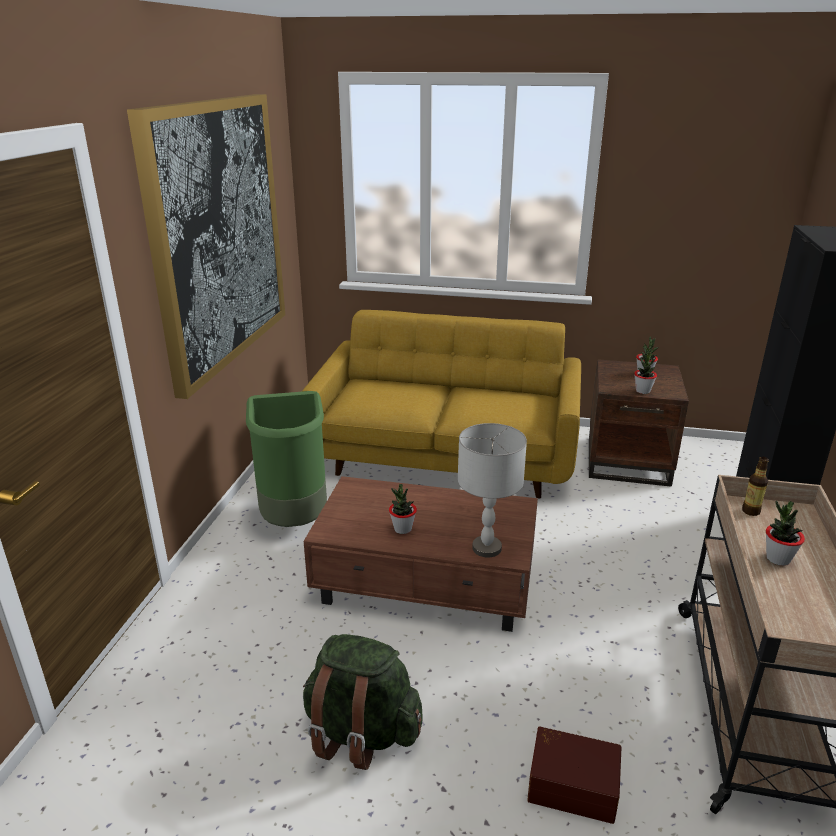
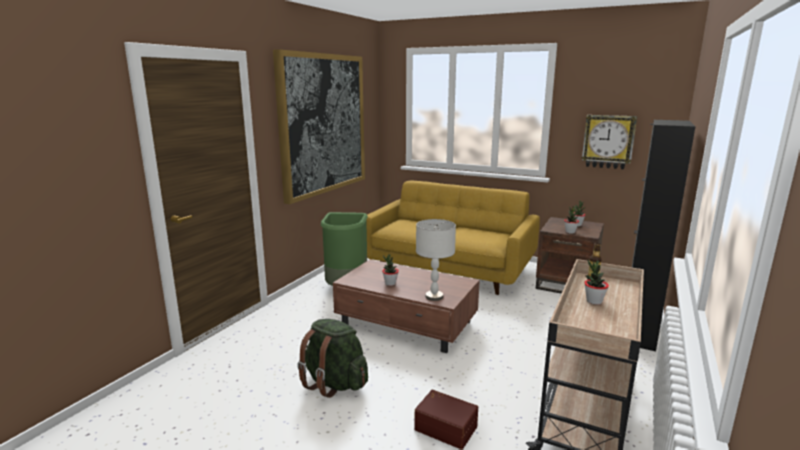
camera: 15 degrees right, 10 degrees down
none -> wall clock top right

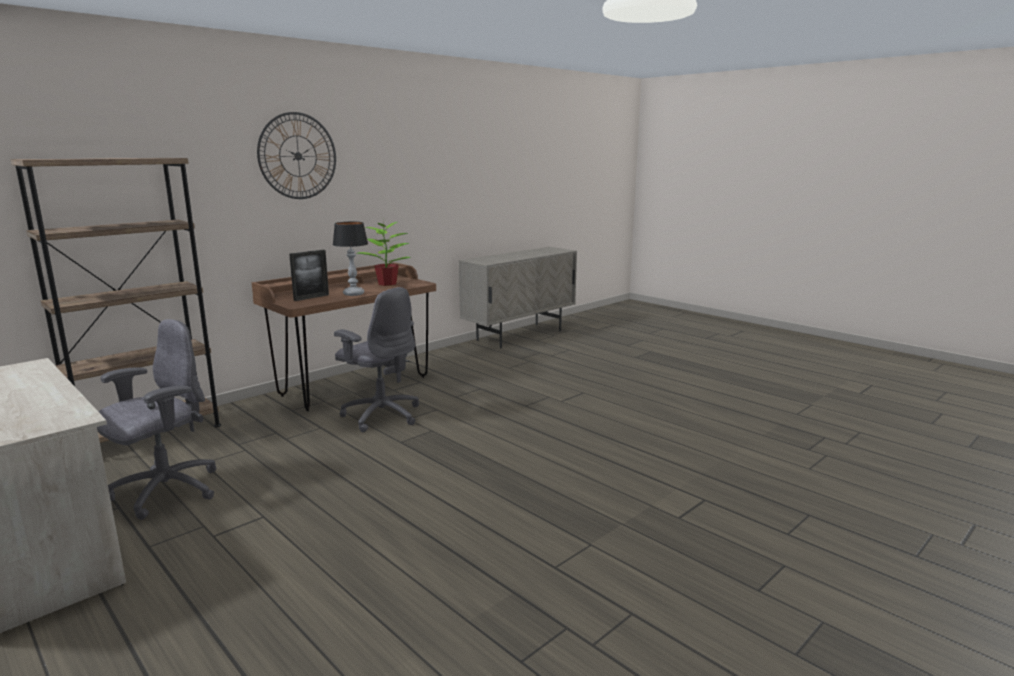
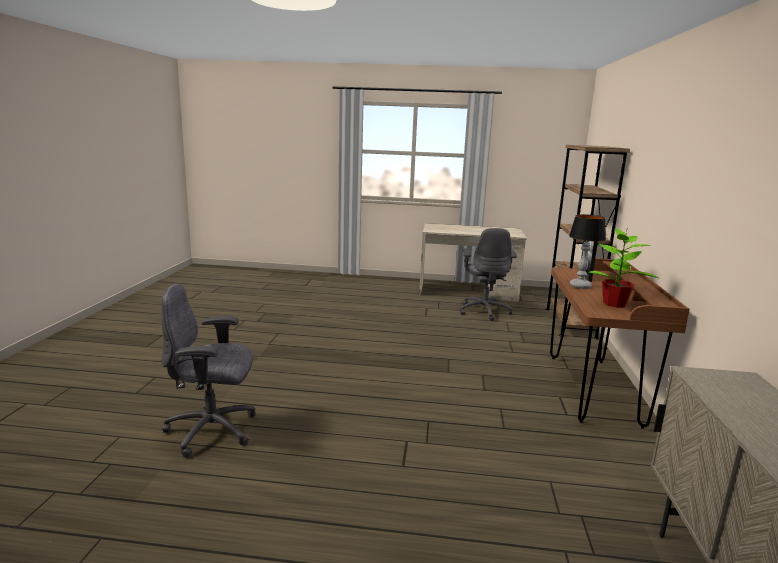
camera: 140 degrees right, 0 degrees up
wall clock top left -> none
grey office chair (2nd from left in the first image) centre -> grey office chair (1st from left) middle left, moved

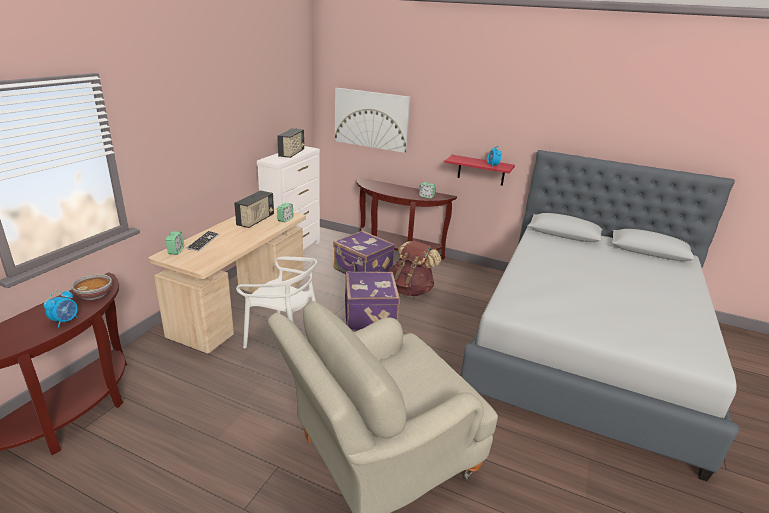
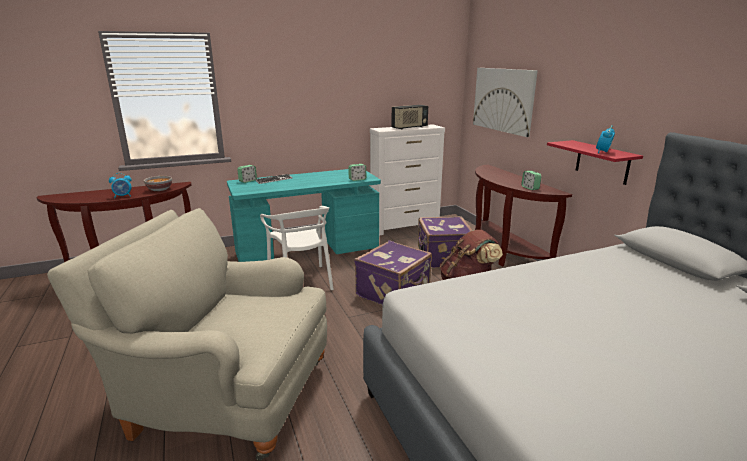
camera: 45 degrees right, 5 degrees down
beige desk middle left -> turquoise desk centre
radio (1st from left) middle left -> none

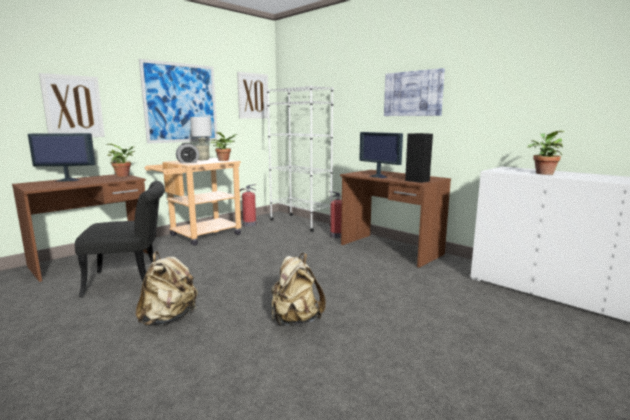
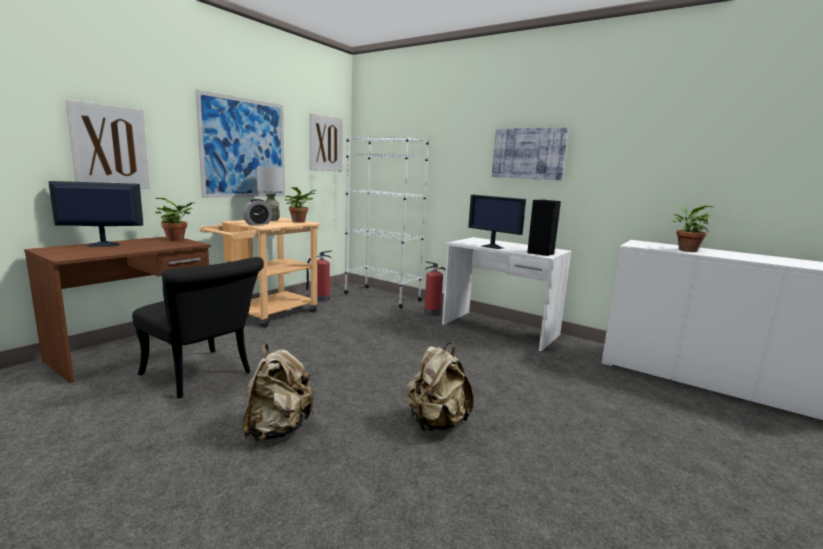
camera: 10 degrees left, 0 degrees up
black chair middle left, 60 degrees clockwise
brown desk (2nd from left) centre -> white desk centre

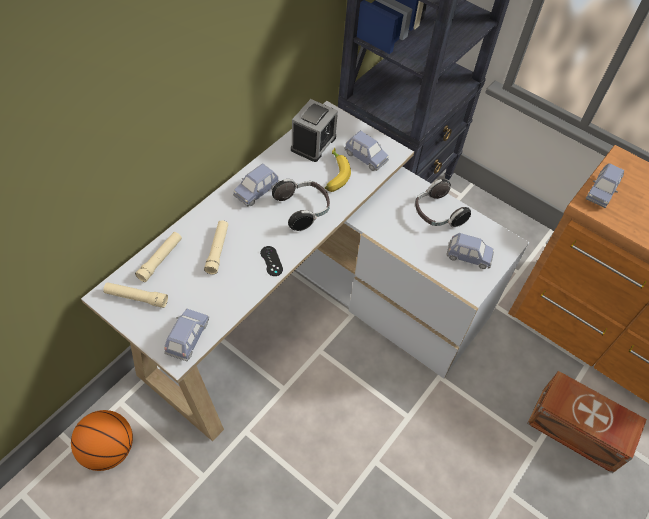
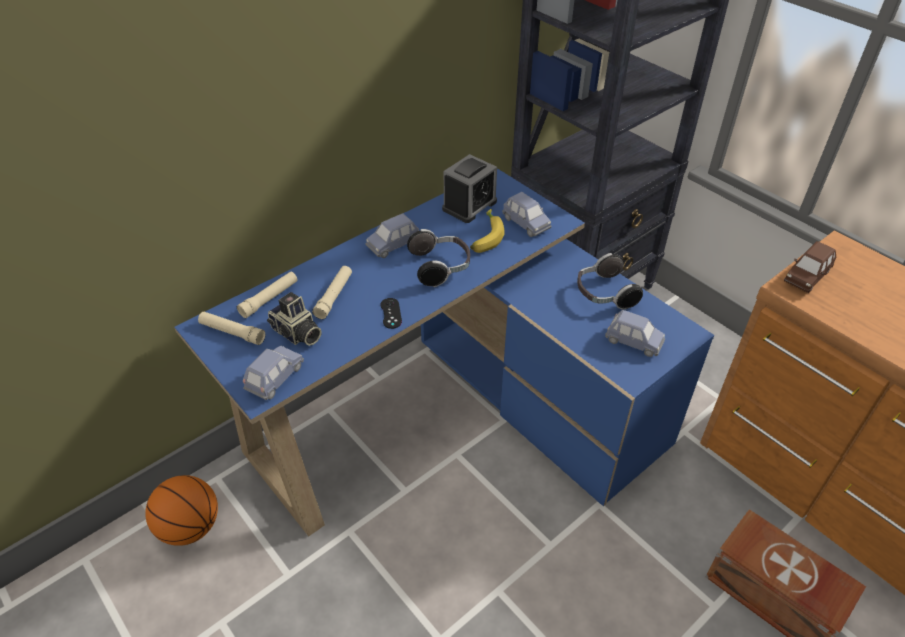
camera: 15 degrees right, 10 degrees down
white desk centre -> blue desk centre
blue toy car (5th from left) middle right -> brown toy car middle right
none -> photo camera middle left

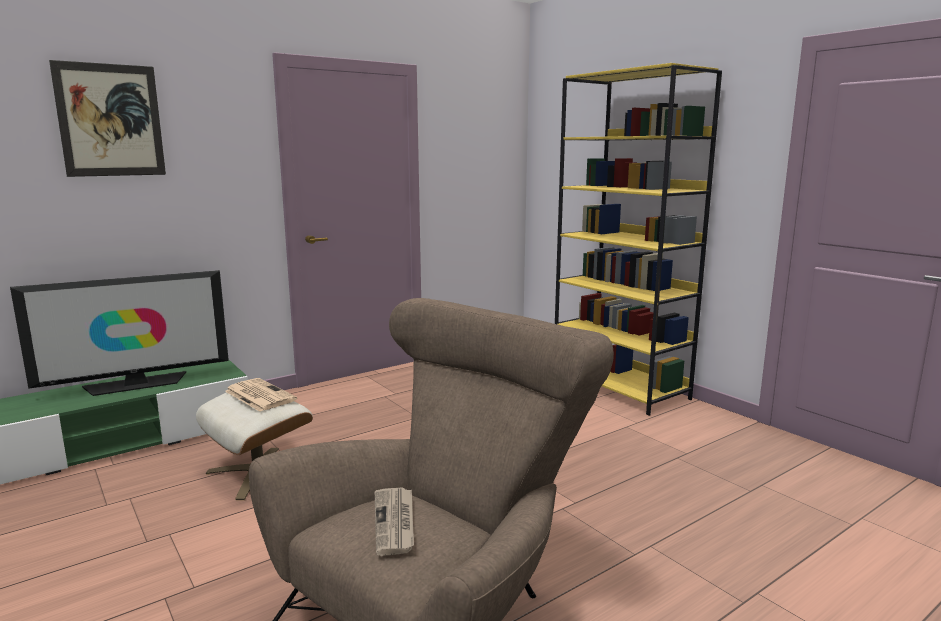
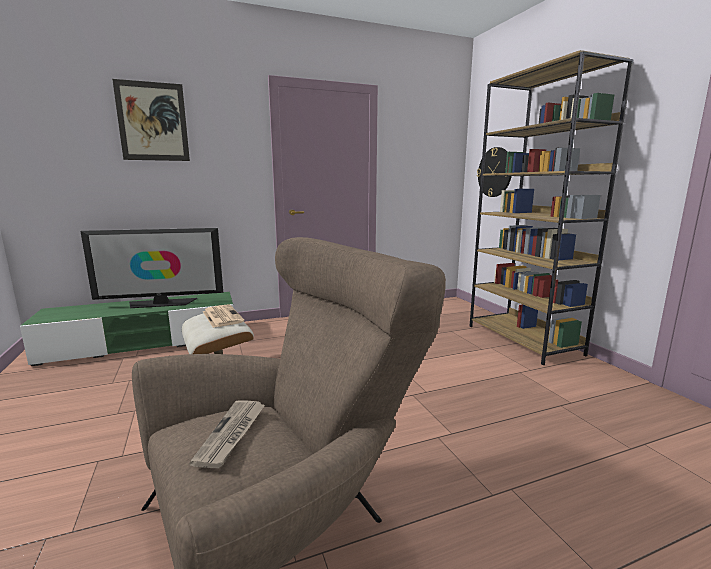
camera: 15 degrees right, 0 degrees up
yellow bookcase middle right -> brown bookcase middle right
none -> wall clock top right

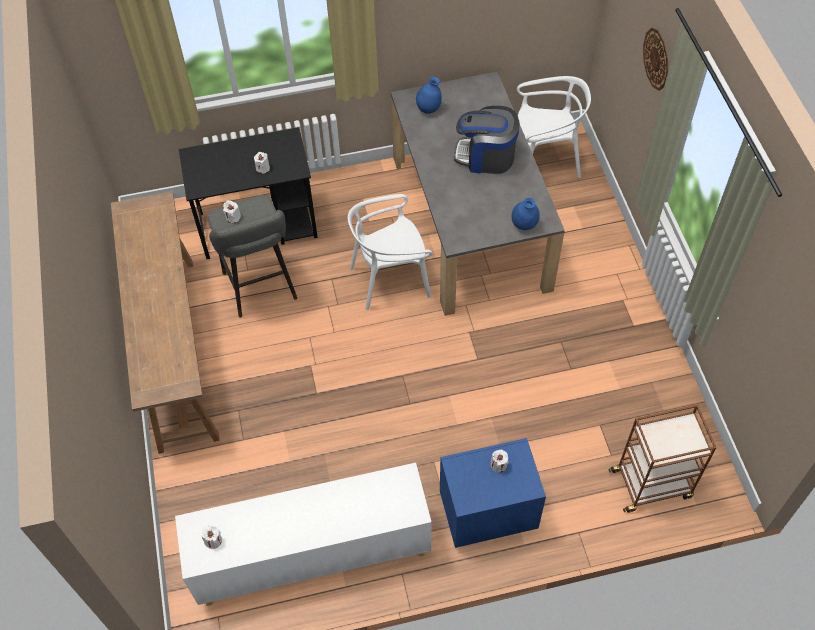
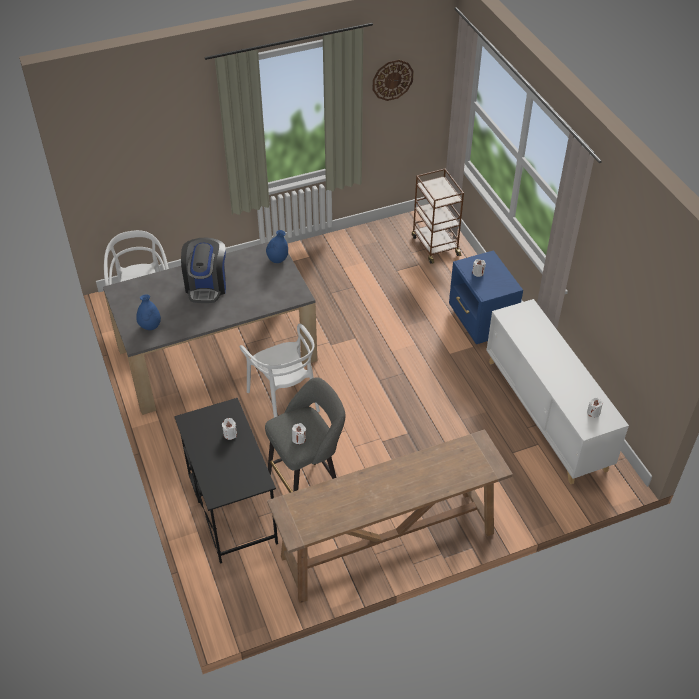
camera: 100 degrees left, 10 degrees down
wall clock top right -> wall clock top centre, moved

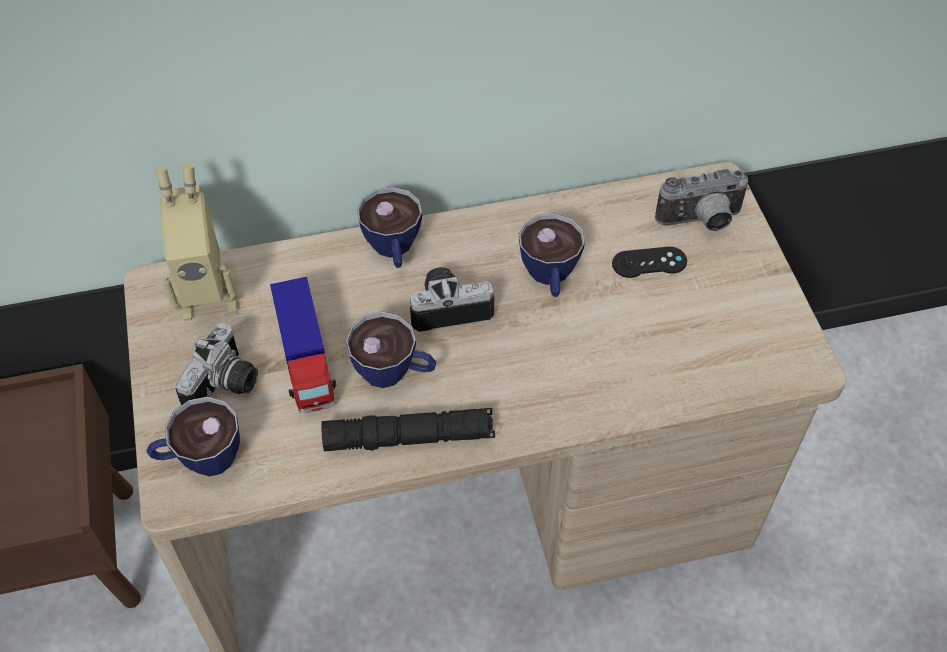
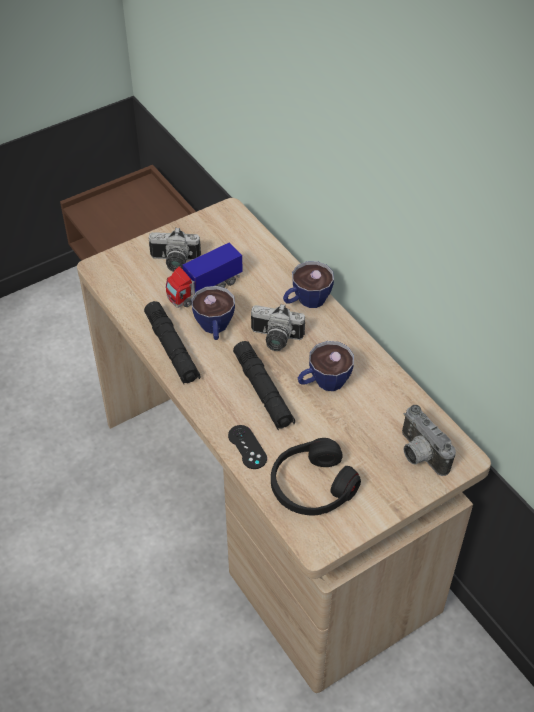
camera: 70 degrees right, 5 degrees down
cup (1st from left) bottom left -> none
toy robot middle left -> none
photo camera (2nd from left) centre, 135 degrees clockwise
black game controller middle right -> black game controller centre, moved
none -> black flashlight (2nd from left) centre
none -> black headphones bottom centre

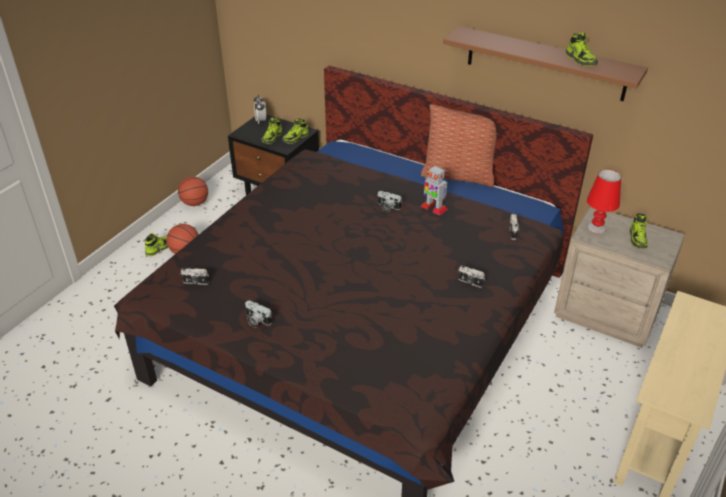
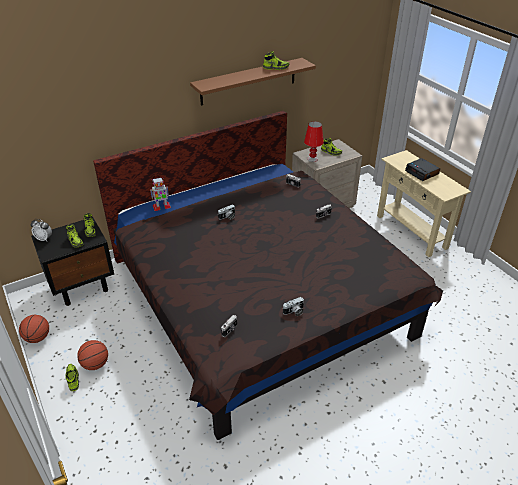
camera: 60 degrees left, 0 degrees up
pillow top centre -> none
toy robot centre -> toy robot middle left, moved
none -> alarm clock (2nd from left) middle right

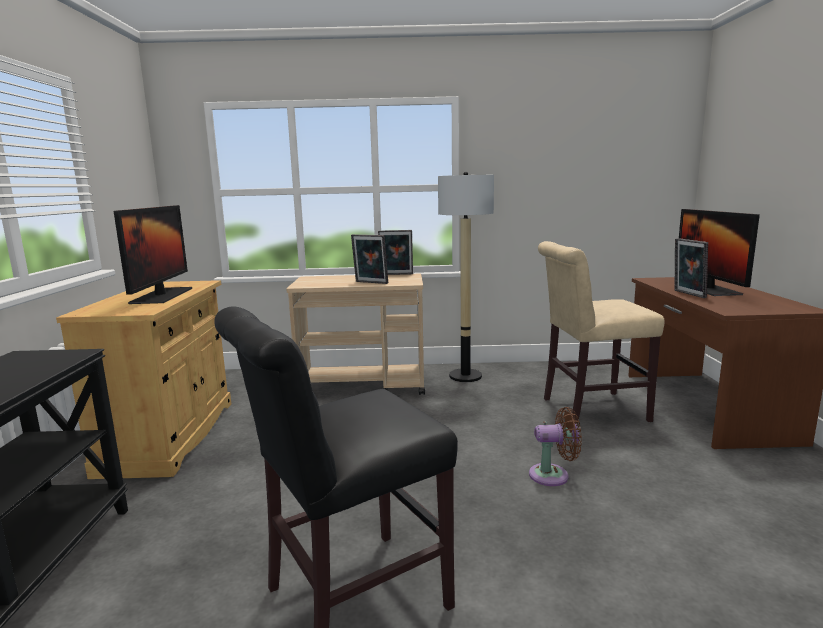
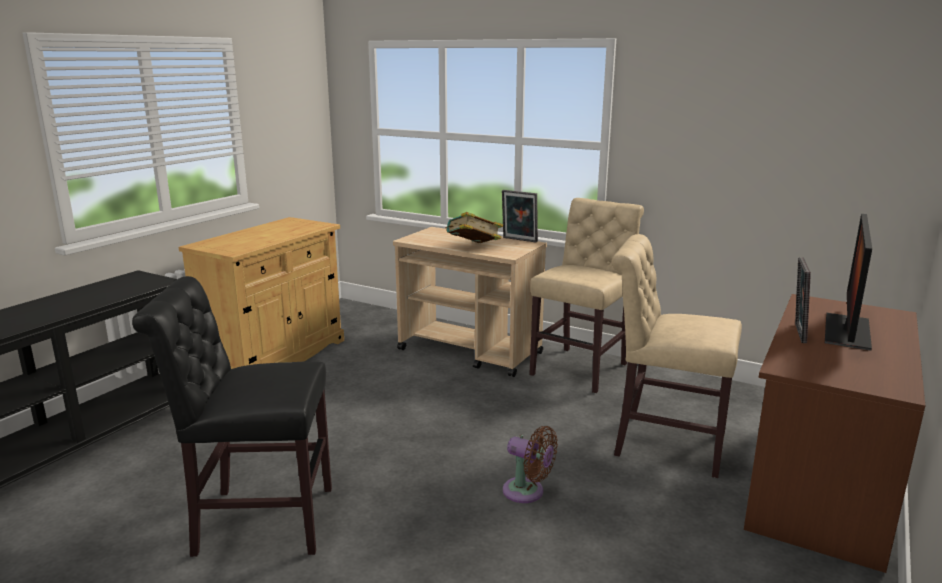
camera: 30 degrees right, 5 degrees up
monitor (1st from left) middle left -> none
picture frame (1st from left) centre -> book centre
floor lamp centre -> beige chair (1st from left) centre

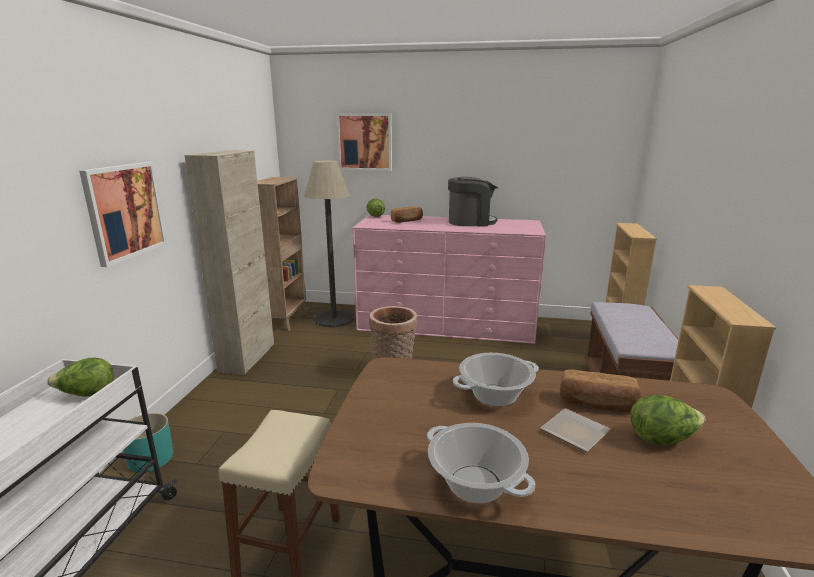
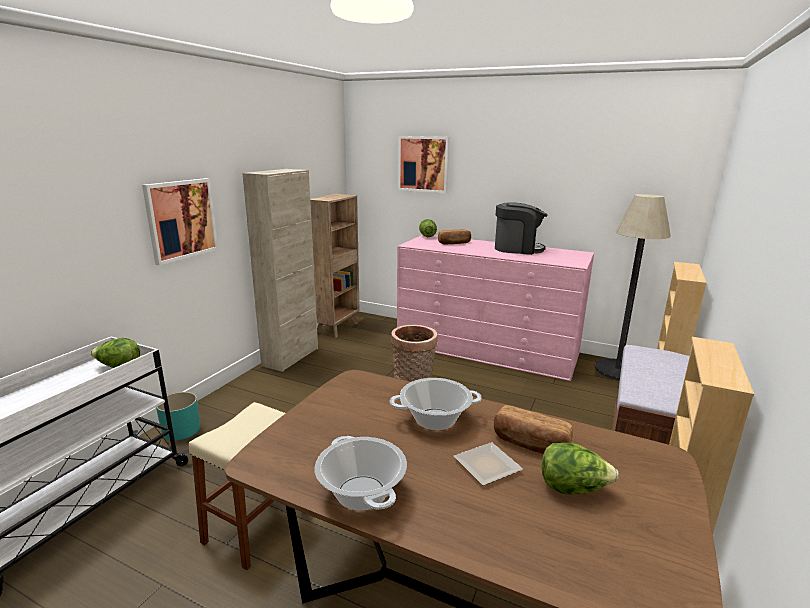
camera: 15 degrees right, 0 degrees up
floor lamp centre -> floor lamp middle right, moved

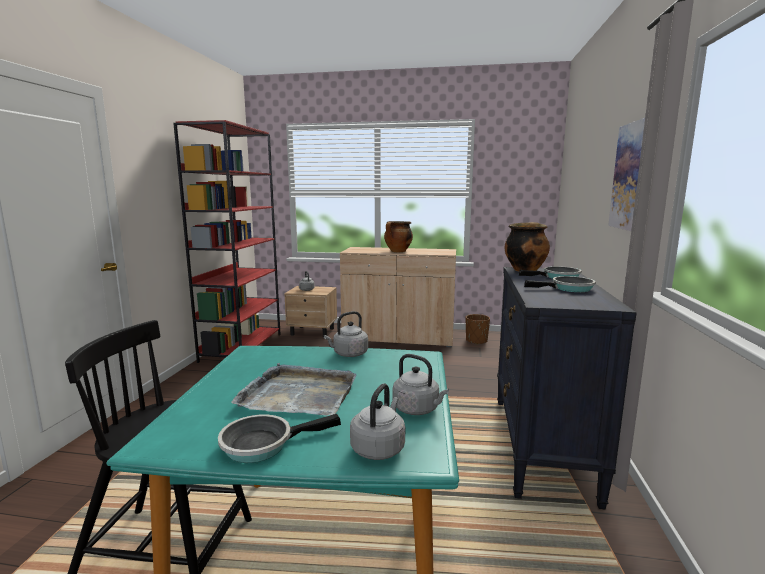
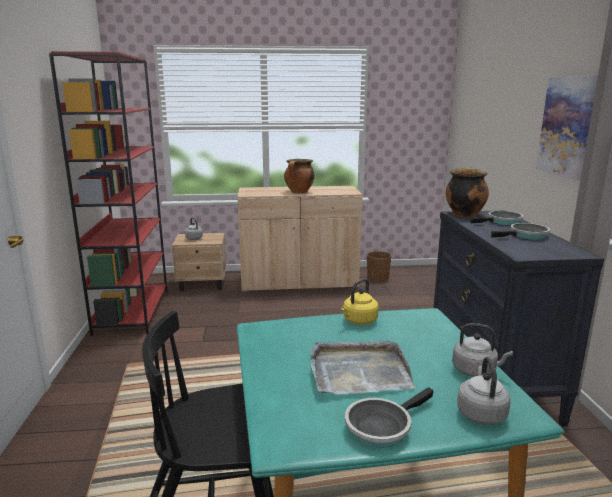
camera: 15 degrees left, 5 degrees up
grey kettle (2nd from left) centre -> yellow kettle centre

